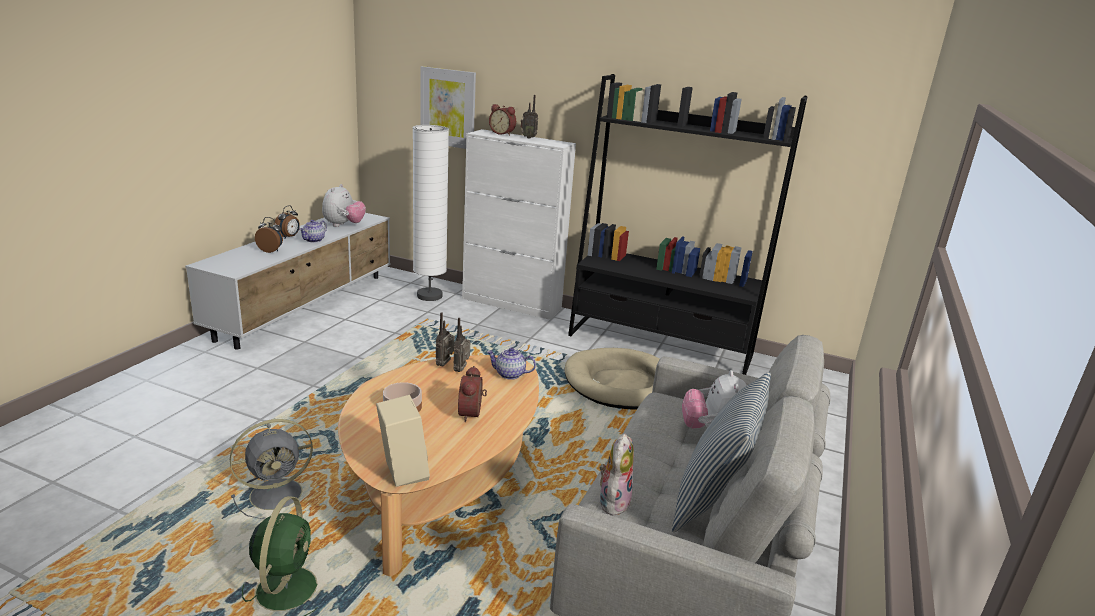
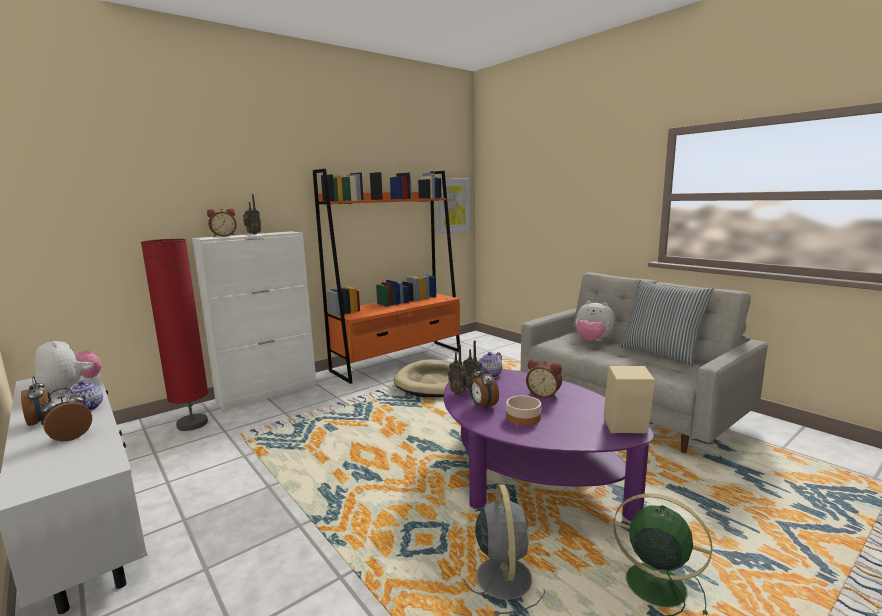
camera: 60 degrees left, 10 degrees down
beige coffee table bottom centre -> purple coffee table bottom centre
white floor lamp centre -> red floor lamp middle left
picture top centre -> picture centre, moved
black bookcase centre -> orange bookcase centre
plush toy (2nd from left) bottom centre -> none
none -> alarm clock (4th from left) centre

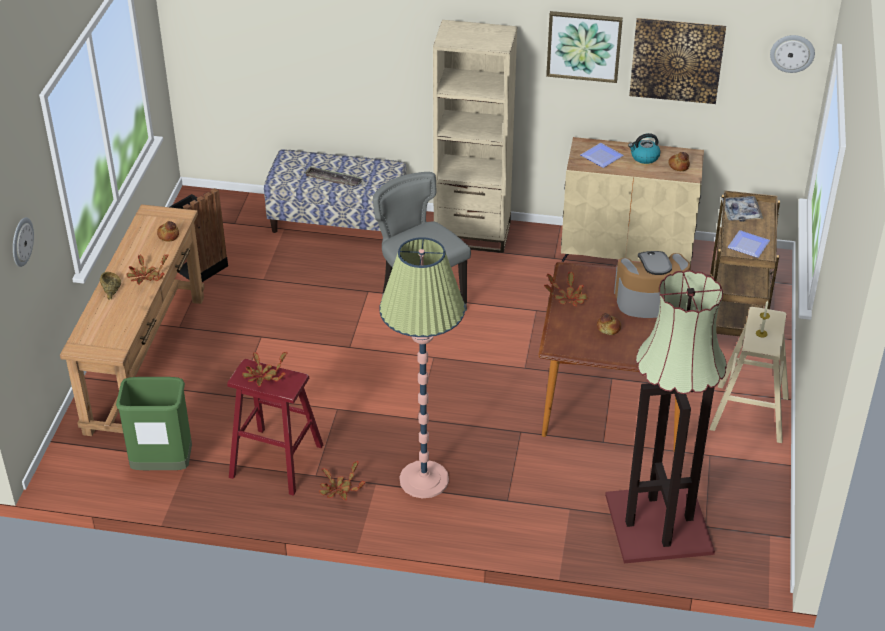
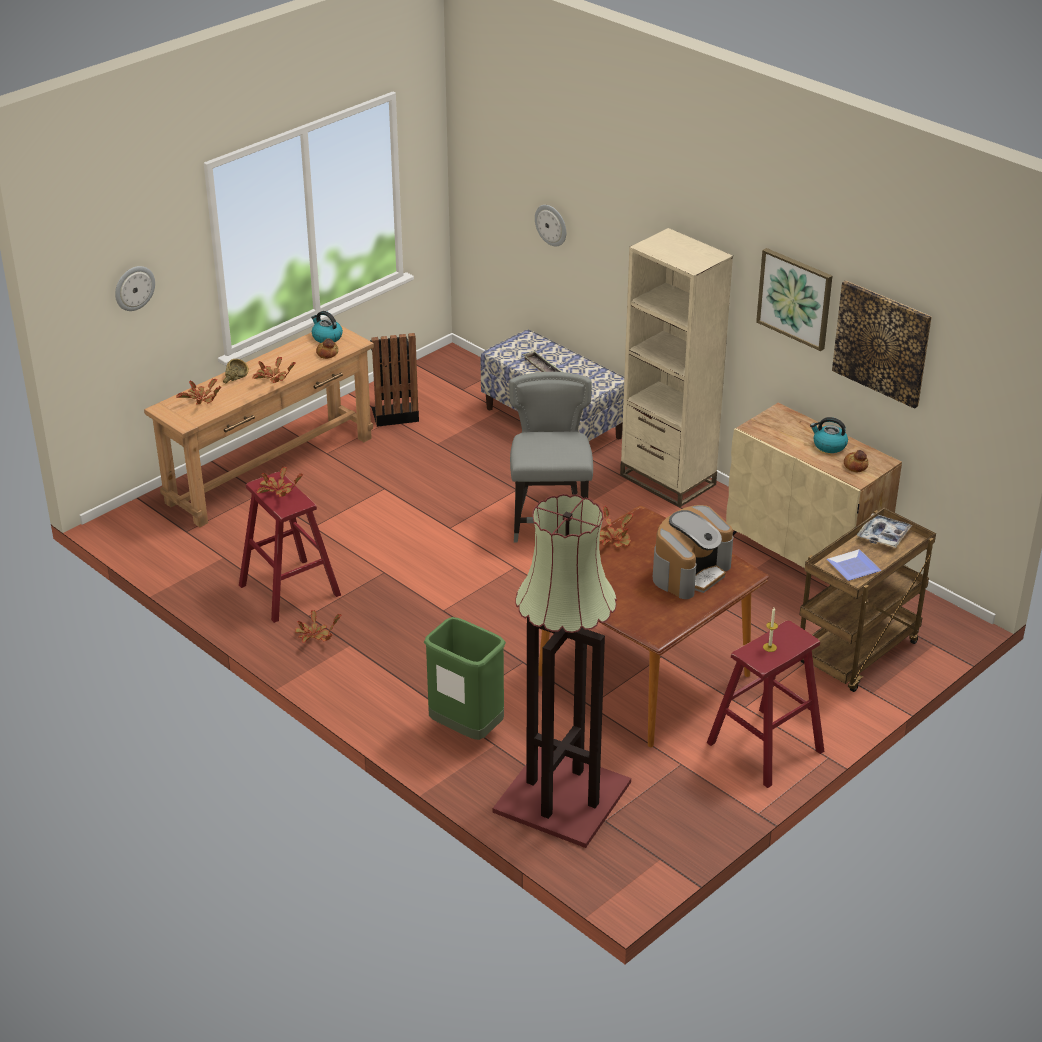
camera: 35 degrees right, 5 degrees down
green trash can bottom left -> green trash can centre, moved
floor lamp (1st from left) centre -> none
plate (1st from left) top right -> none
bread (2nd from left) middle right -> none
coffee machine middle right -> coffee machine centre, 105 degrees clockwise
beige stool middle right -> red stool (2nd from left) bottom right
wall clock (2nd from left) top right -> wall clock (2nd from left) top centre, moved
none -> potted plant (1st from left) middle left
none -> kettle (1st from left) top left

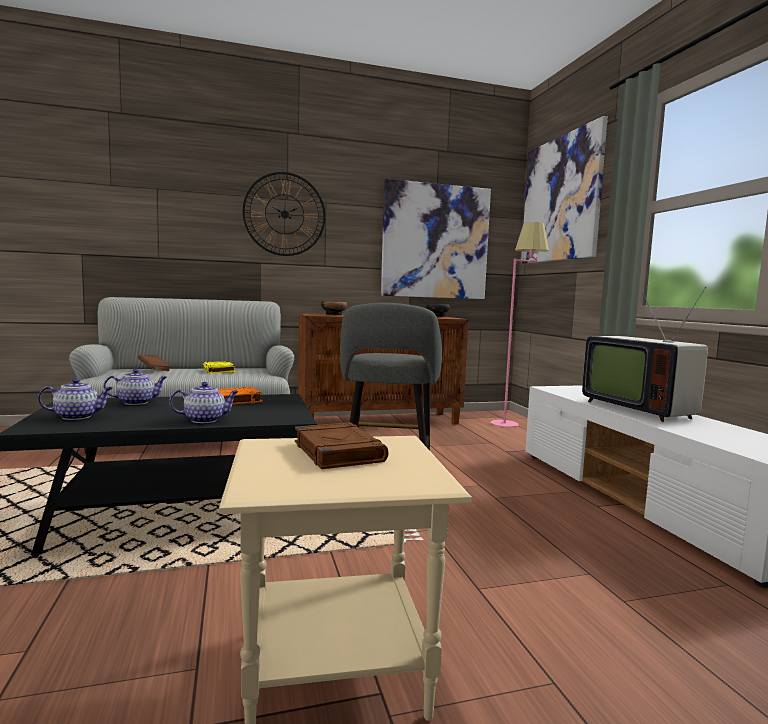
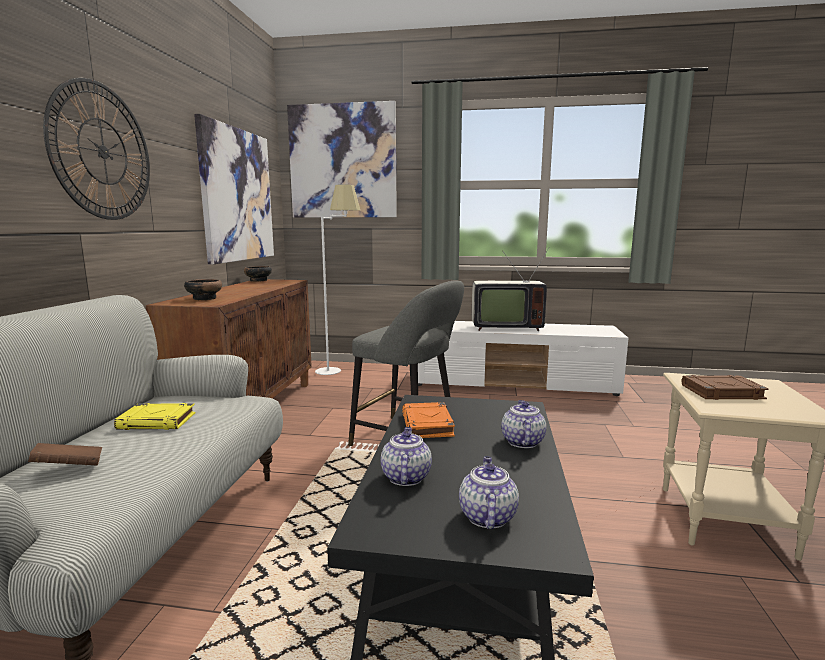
camera: 65 degrees left, 5 degrees up
pink floor lamp middle right -> white floor lamp centre

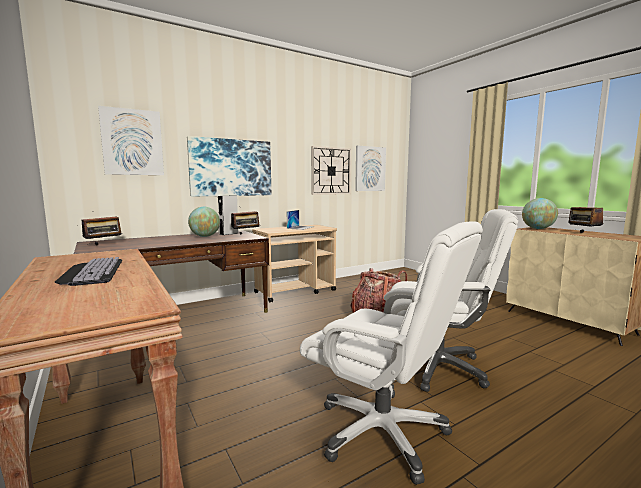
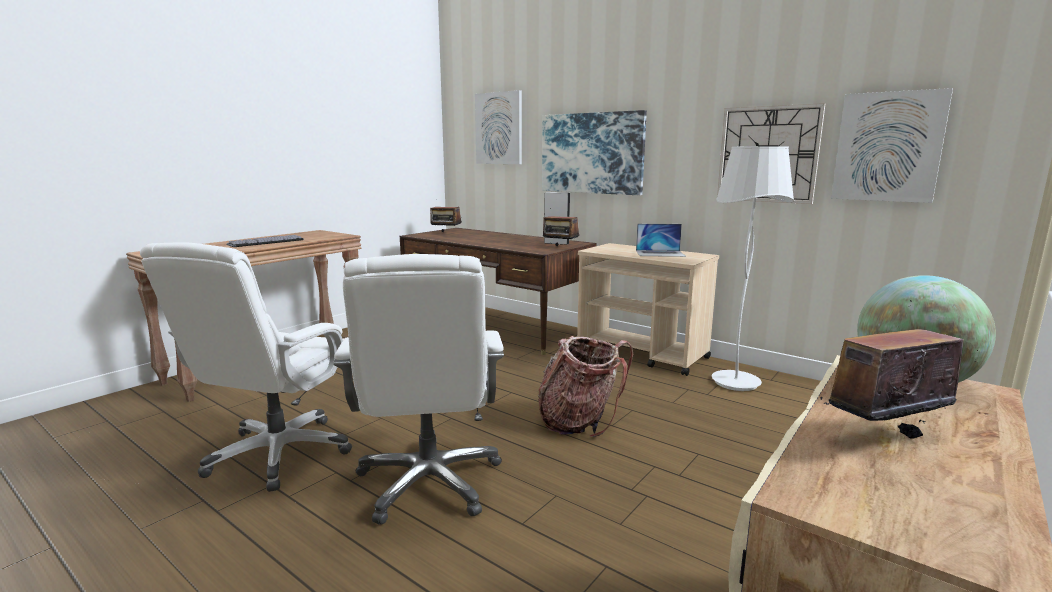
camera: 70 degrees right, 5 degrees up
globe (1st from left) middle left -> none
none -> white floor lamp middle right

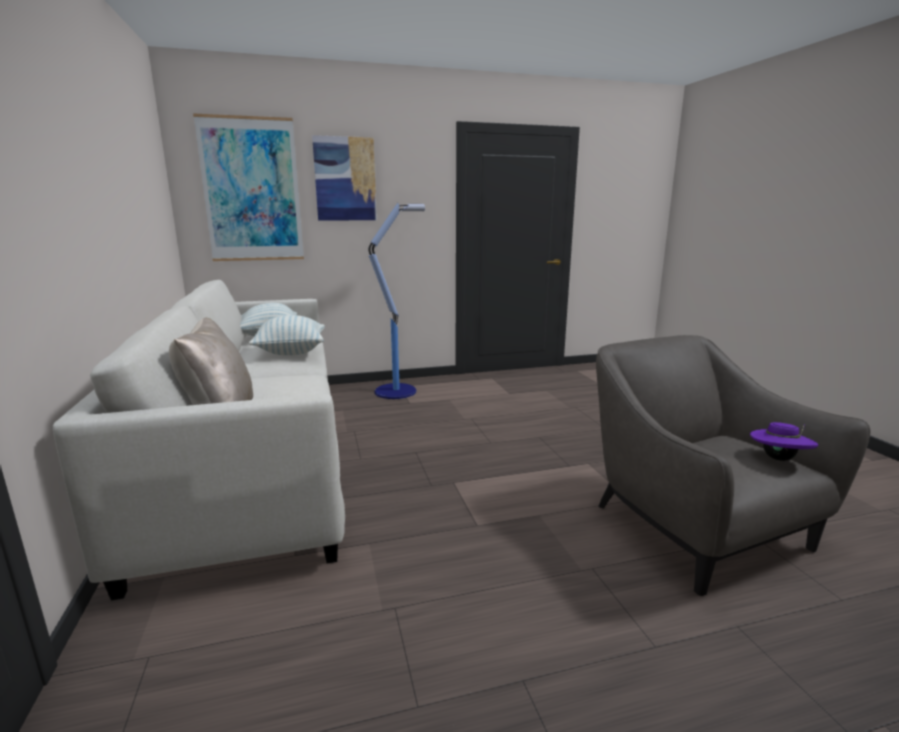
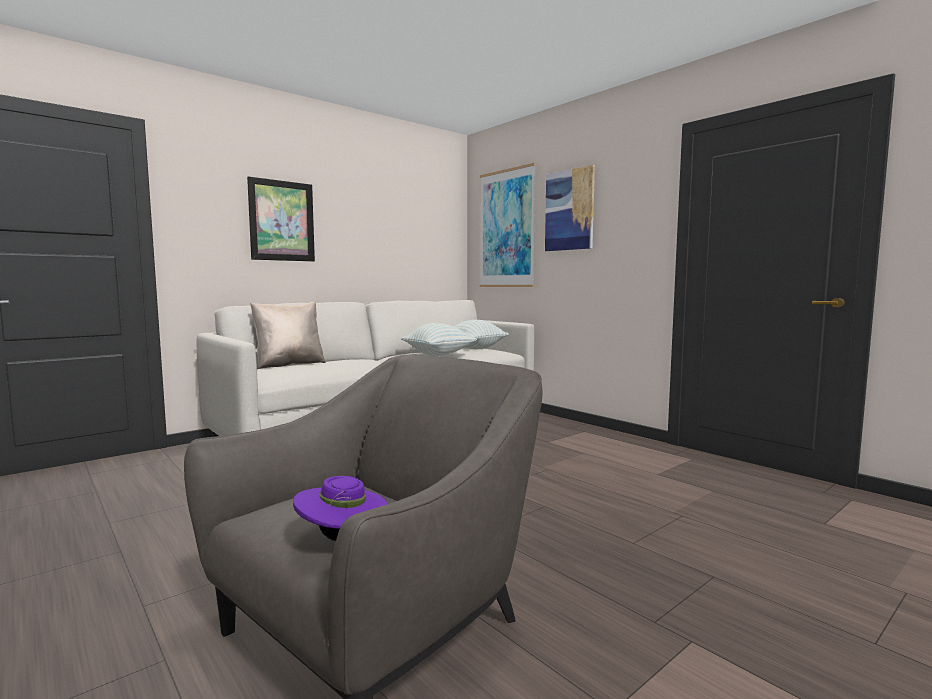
camera: 65 degrees right, 10 degrees down
floor lamp centre -> none
none -> picture (1st from left) top left

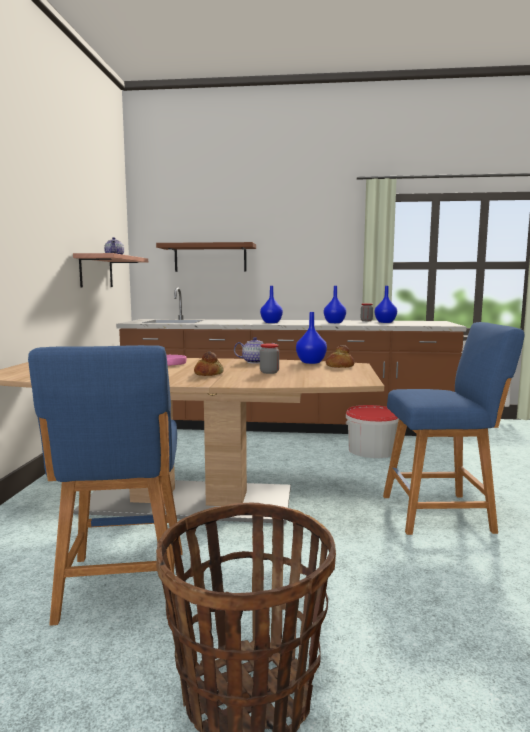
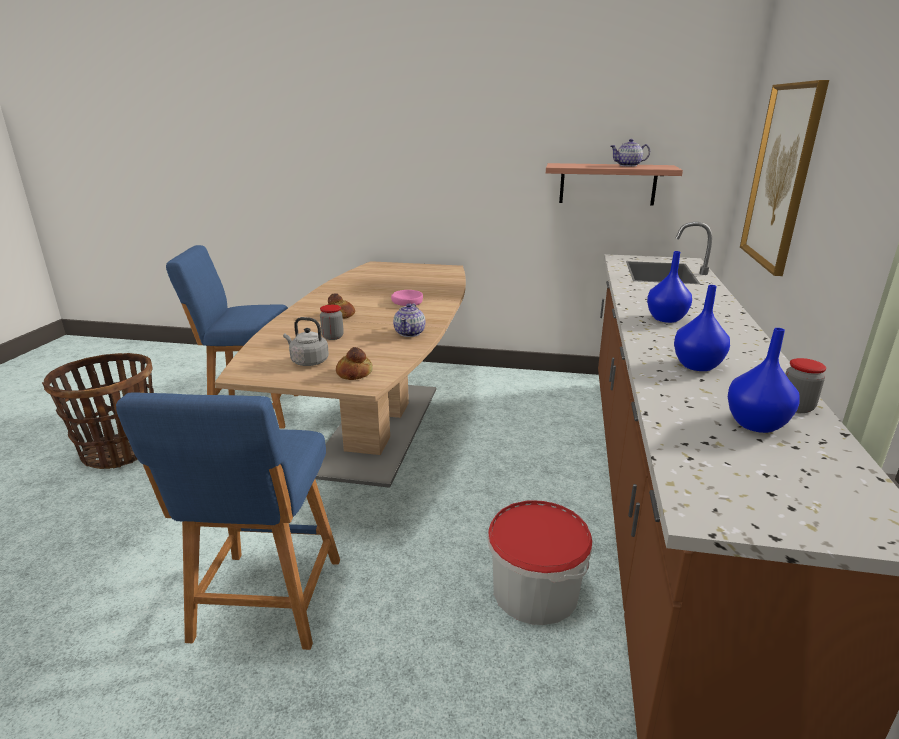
camera: 95 degrees right, 15 degrees up
shelf (2nd from left) centre -> picture top right
blue vase (2nd from left) centre -> none
none -> grey kettle centre

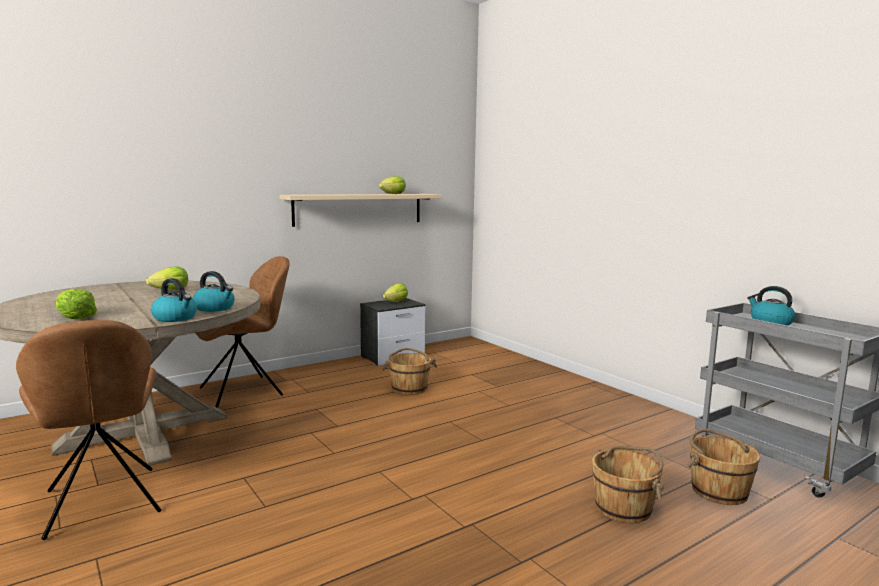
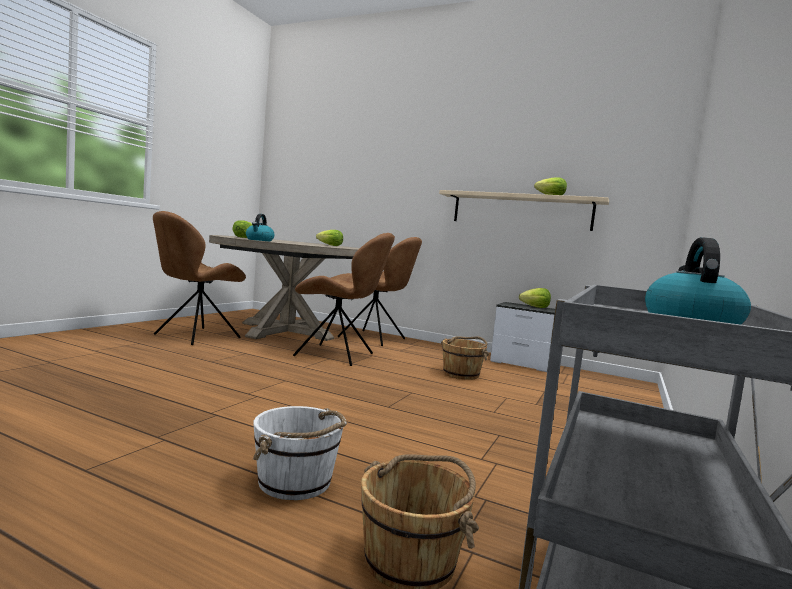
camera: 60 degrees right, 5 degrees down
kettle (2nd from left) middle left -> none
brown bucket (2nd from left) bottom right -> white bucket bottom centre
none -> brown chair (2nd from left) centre

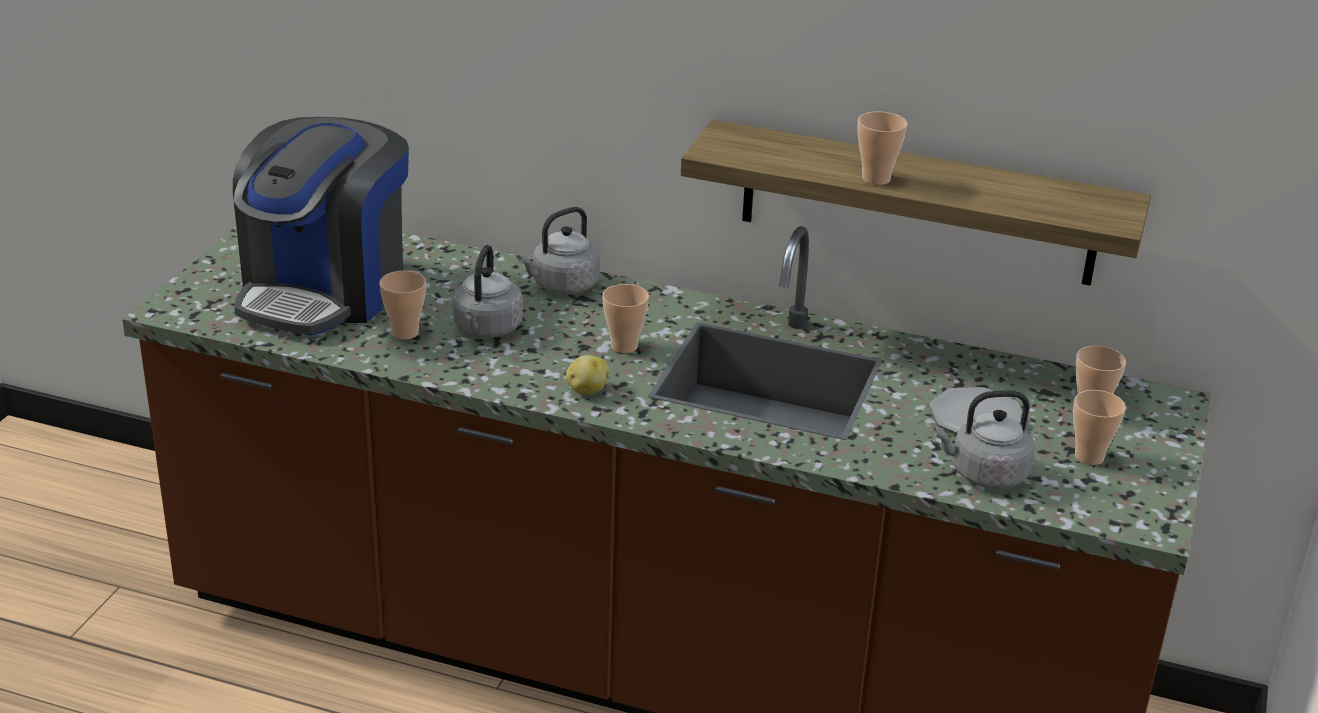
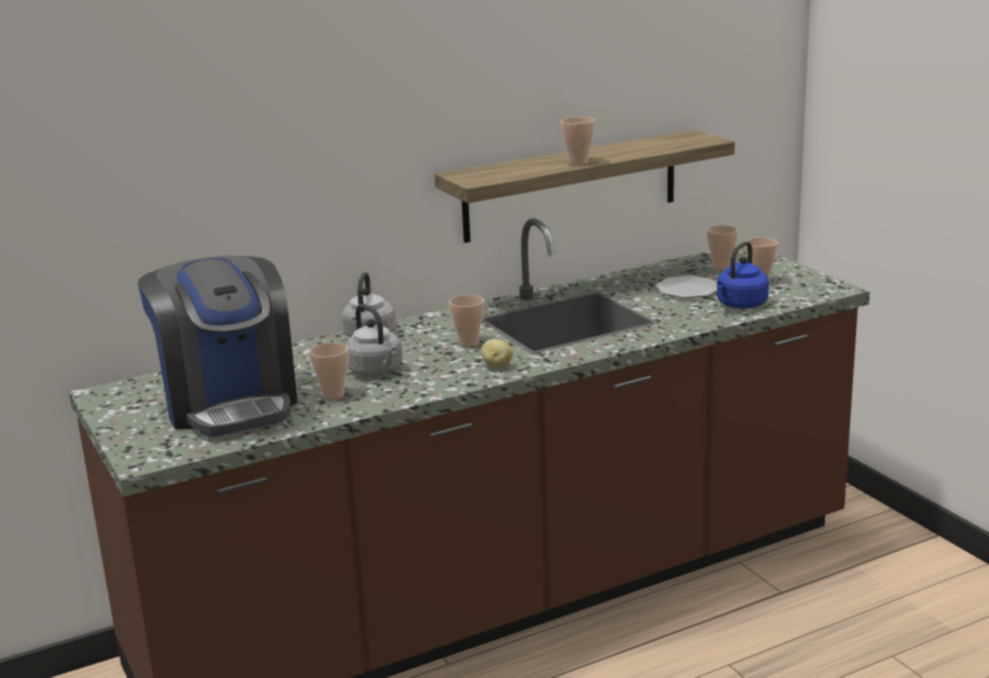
camera: 45 degrees left, 10 degrees down
grey kettle (3rd from left) middle right -> blue kettle middle right

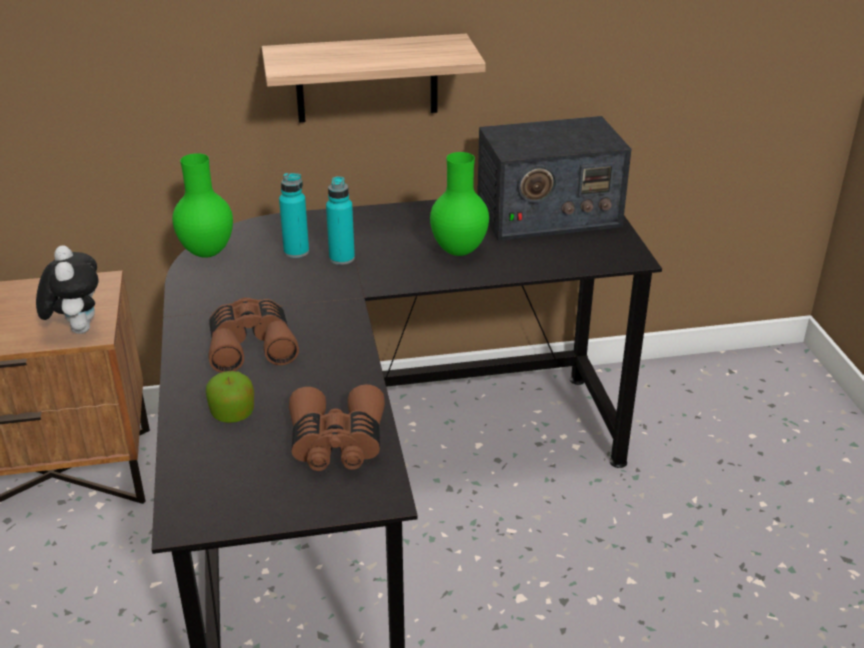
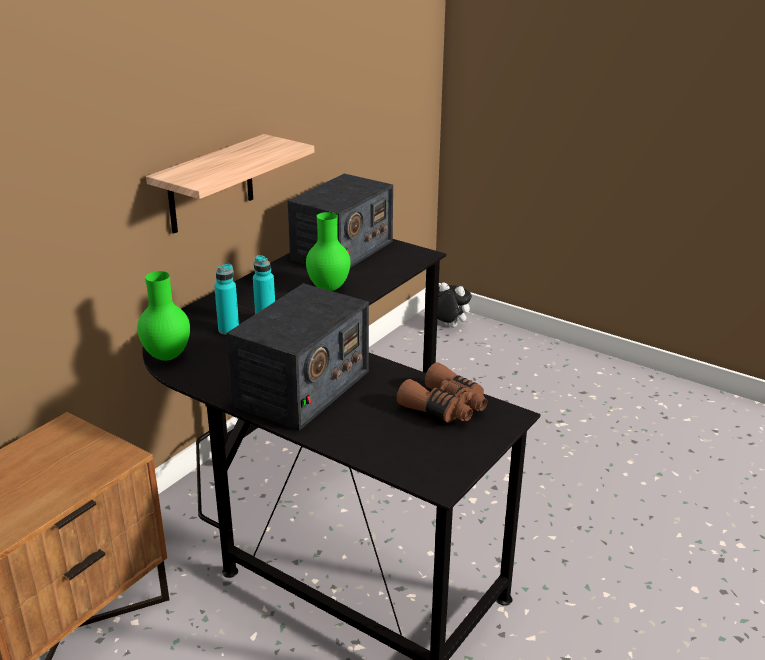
camera: 45 degrees left, 5 degrees down
plush toy middle left -> plush toy centre, moved
apple middle left -> none
brown binoculars (1st from left) middle left -> radio (1st from left) centre

